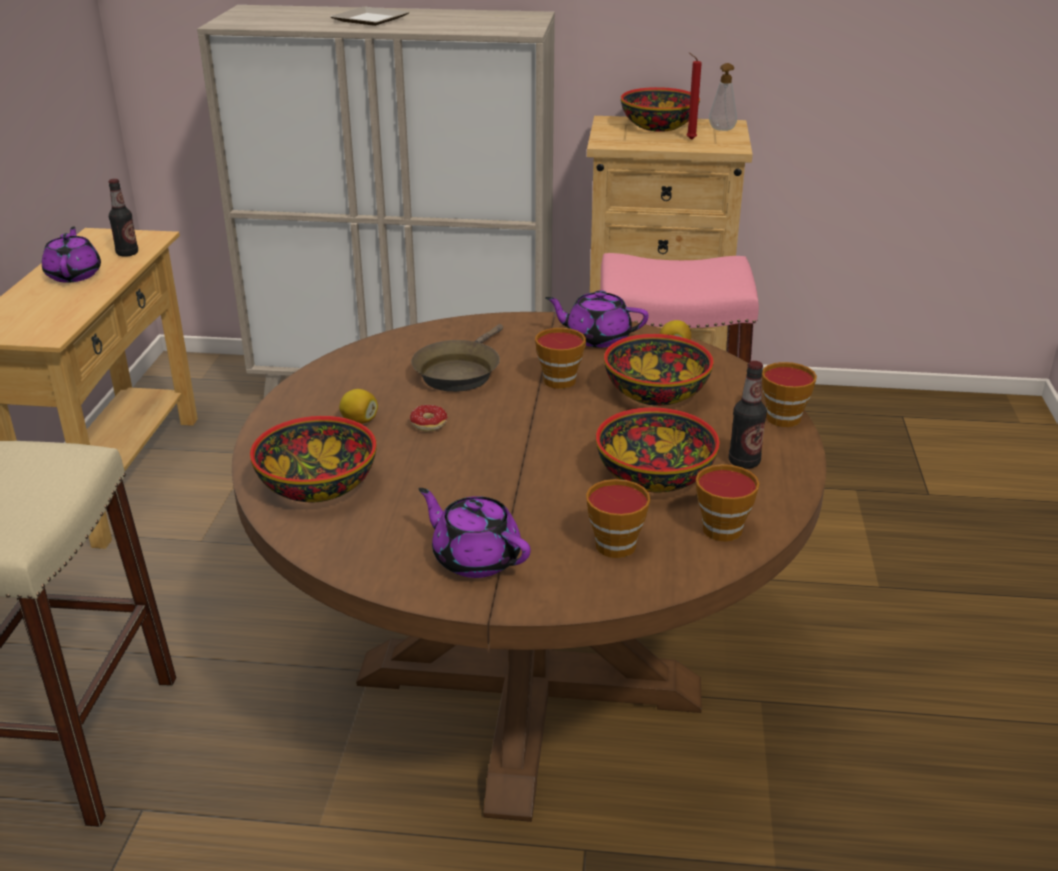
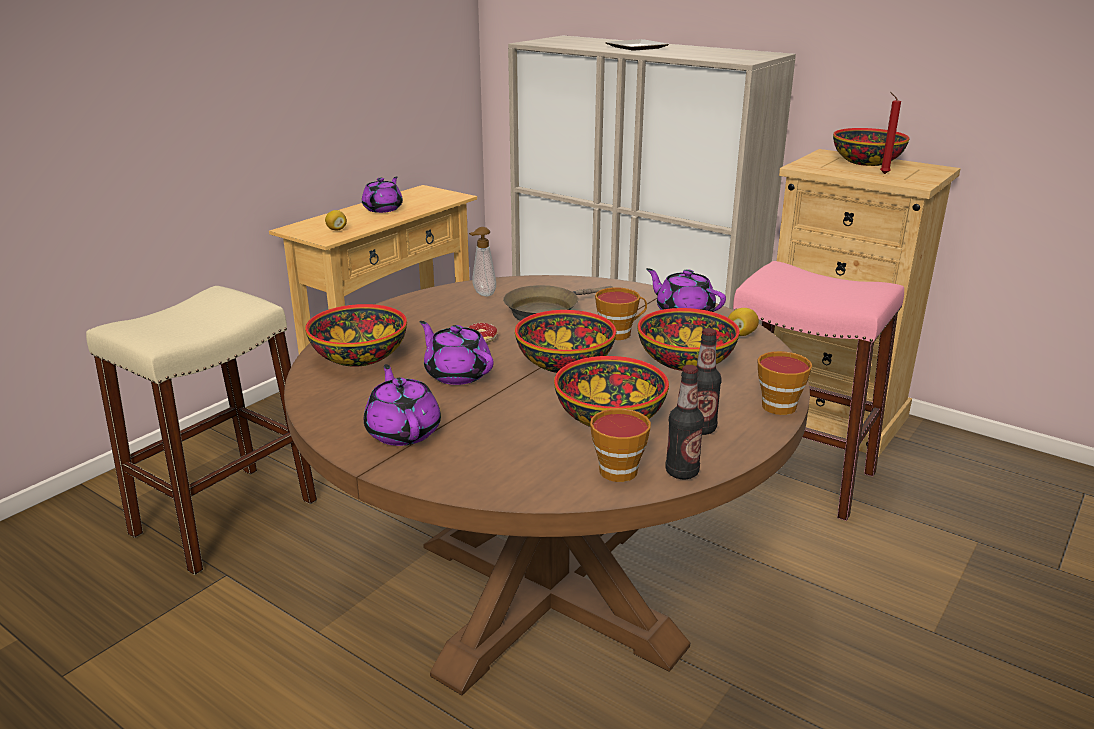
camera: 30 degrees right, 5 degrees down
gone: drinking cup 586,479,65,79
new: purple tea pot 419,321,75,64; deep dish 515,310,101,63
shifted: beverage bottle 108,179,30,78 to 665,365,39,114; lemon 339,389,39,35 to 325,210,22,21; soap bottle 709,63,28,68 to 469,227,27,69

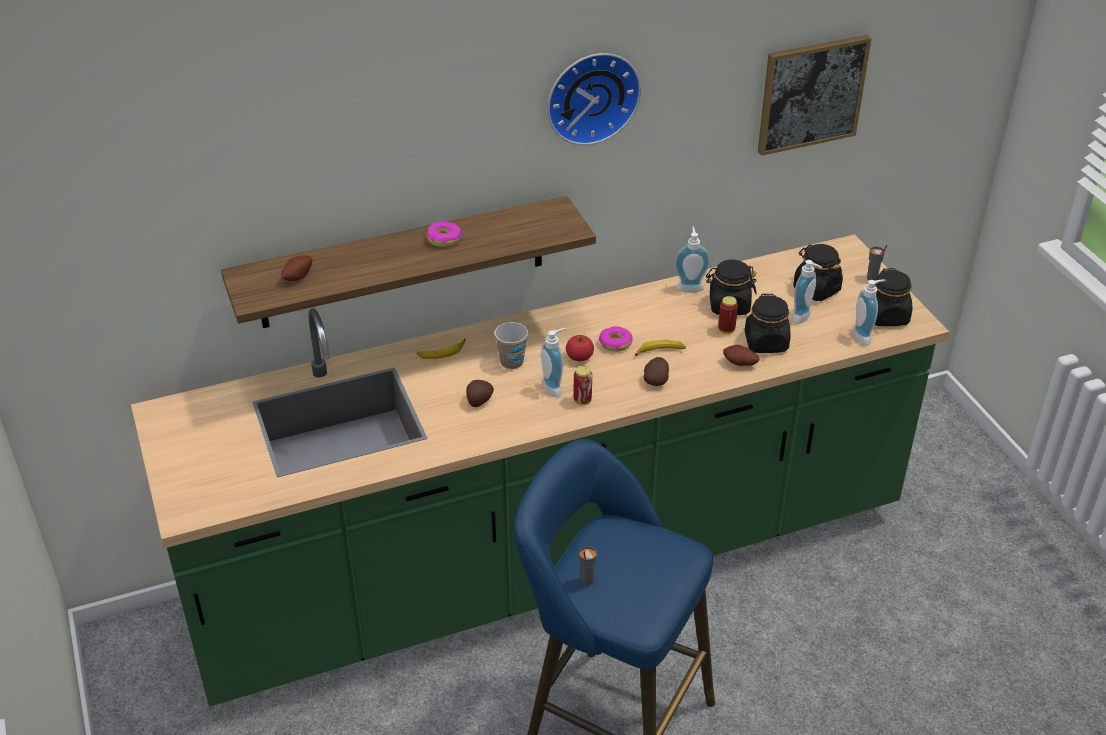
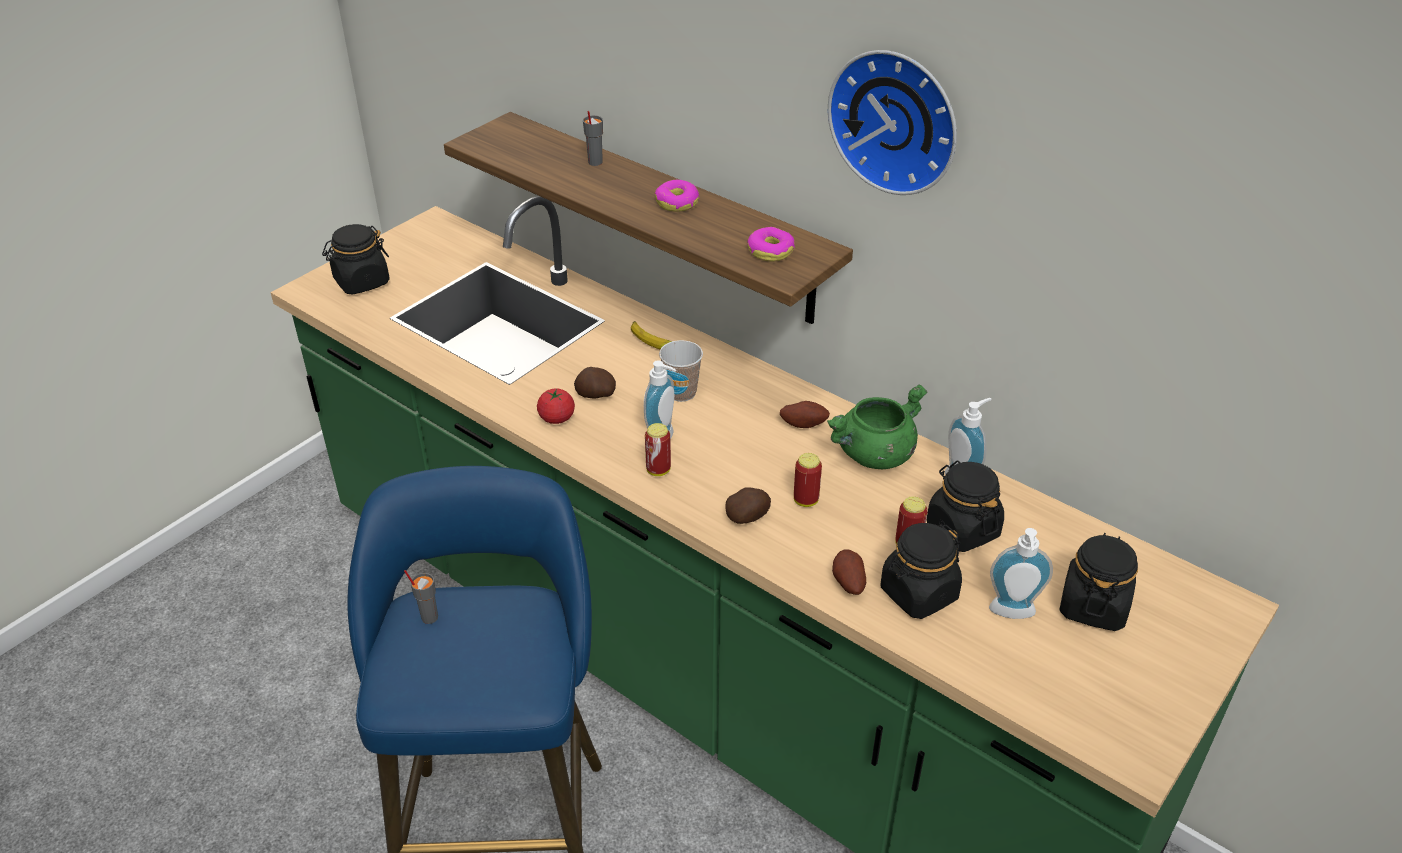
camera: 60 degrees right, 0 degrees up
gone: wall picture 758,35,114,121; soap bottle 853,279,33,67
new: greenish saucepot 827,384,101,85
shifted: potato 281,255,31,26 to 780,401,50,27; whole tomato 566,335,28,26 to 537,388,38,36; donut 599,326,33,26 to 747,227,48,34; grey drinking cup 867,245,21,36 to 583,111,20,55; blackish storage jar 875,268,37,58 to 322,224,68,70
swapped: banana 635,340,51,16 to metal can 794,453,28,54

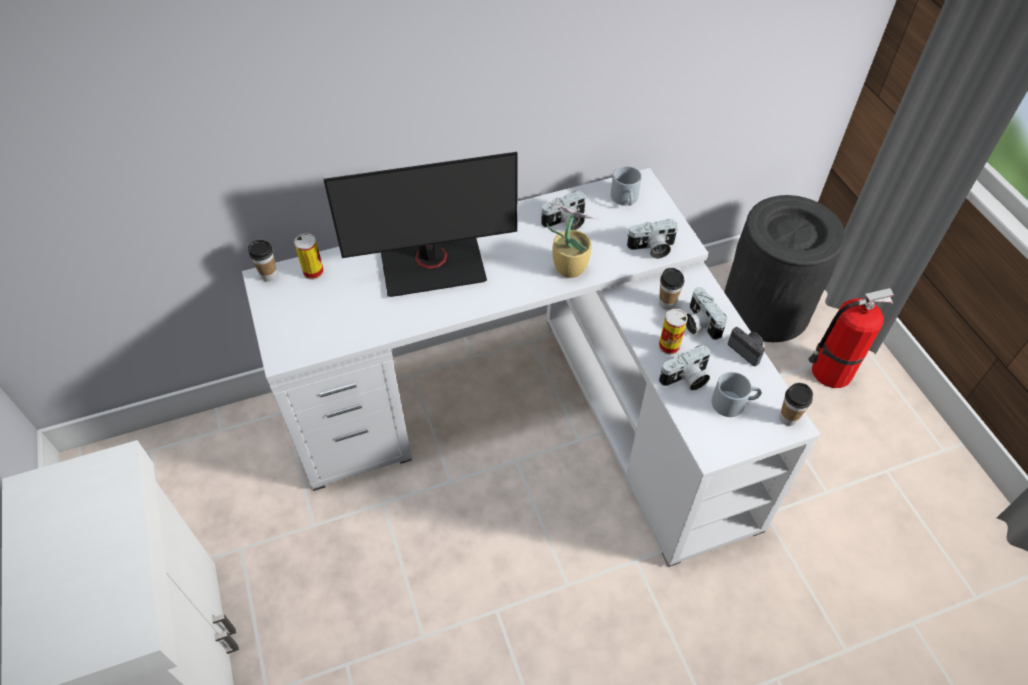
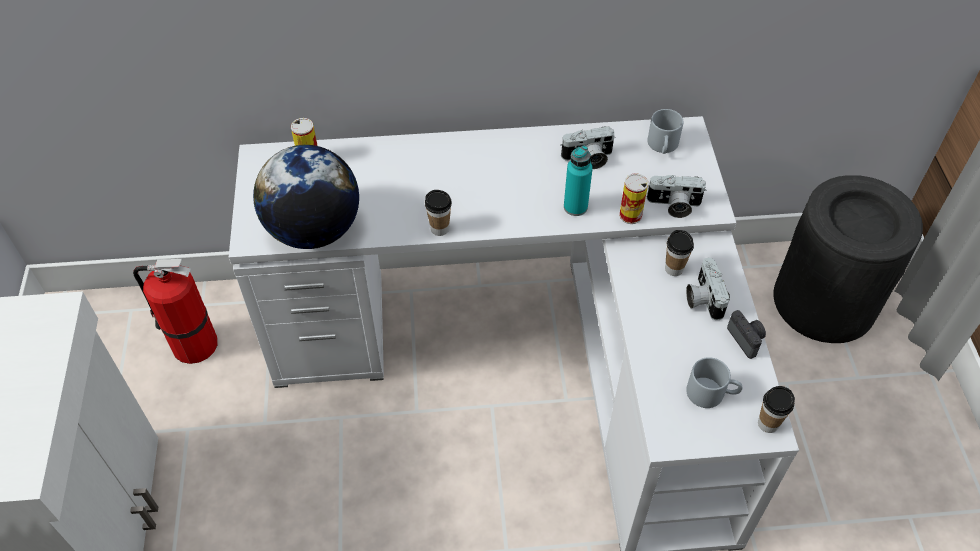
camera: 15 degrees right, 0 degrees up
gone: computer display 323,152,195,145; photo camera 659,345,52,46
new: world globe 253,145,106,104
shifted: drinking cup 248,240,30,42 to 425,190,27,46; metal can 659,309,29,46 to 619,173,29,51; extinguisher 808,288,86,100 to 133,259,85,105
swapped: houseplant 546,203,53,75 to blue-green beverage bottle 564,145,29,71

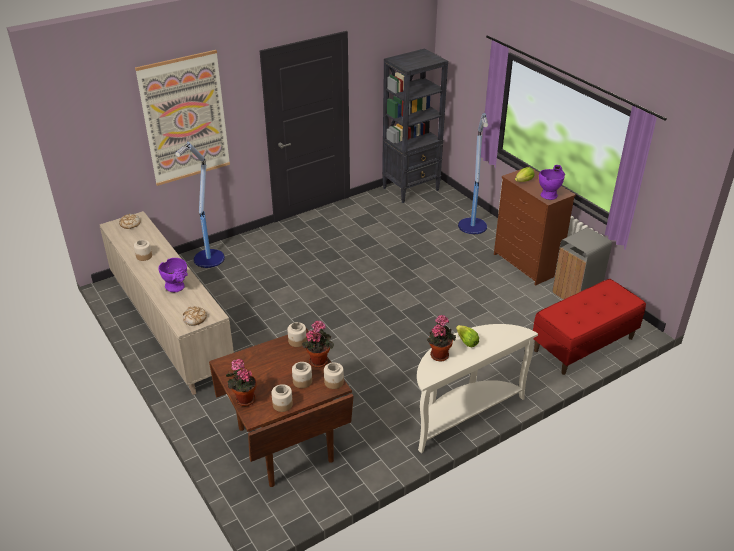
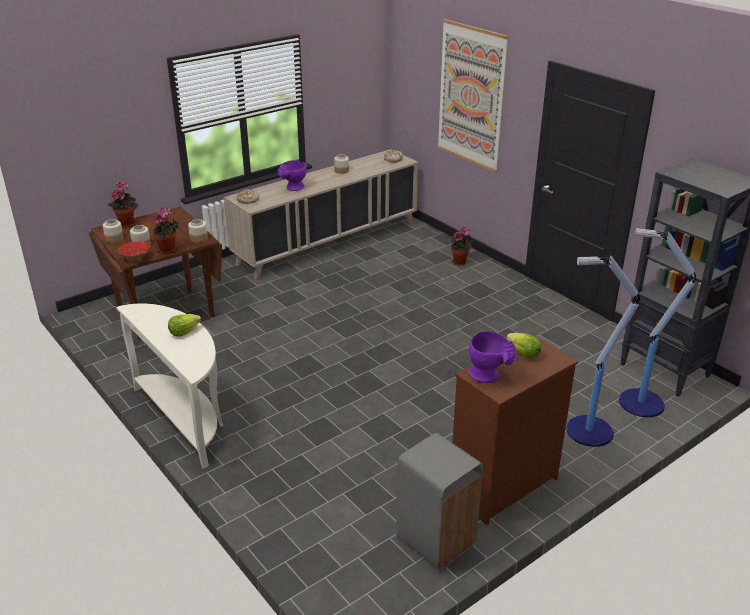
camera: 85 degrees right, 5 degrees down
gone: red long seat 533,279,113,96
shifted: standing lamp 175,142,50,126 to 619,228,77,189; houseplant 427,315,29,46 to 451,227,22,39
swapped: storage jar 324,362,20,27 to red deep dish 118,242,32,20

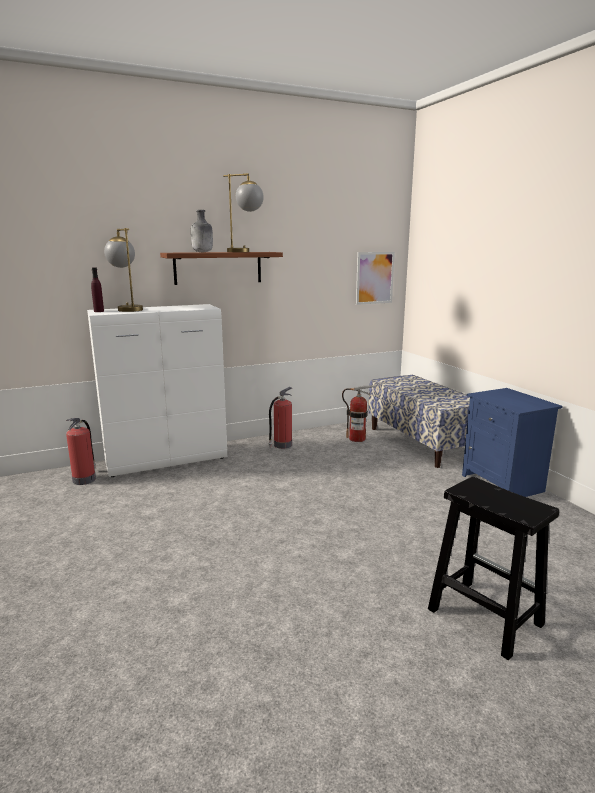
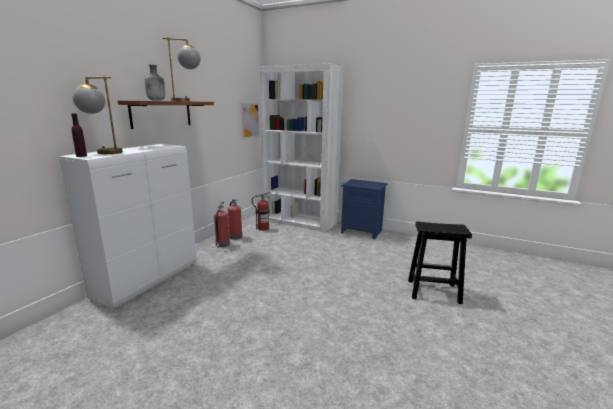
camera: 40 degrees left, 0 degrees up
shifted: extinguisher 66,418,30,67 to 228,199,14,41
swapped: long seat 368,375,102,93 to white bookshelf 259,63,85,170

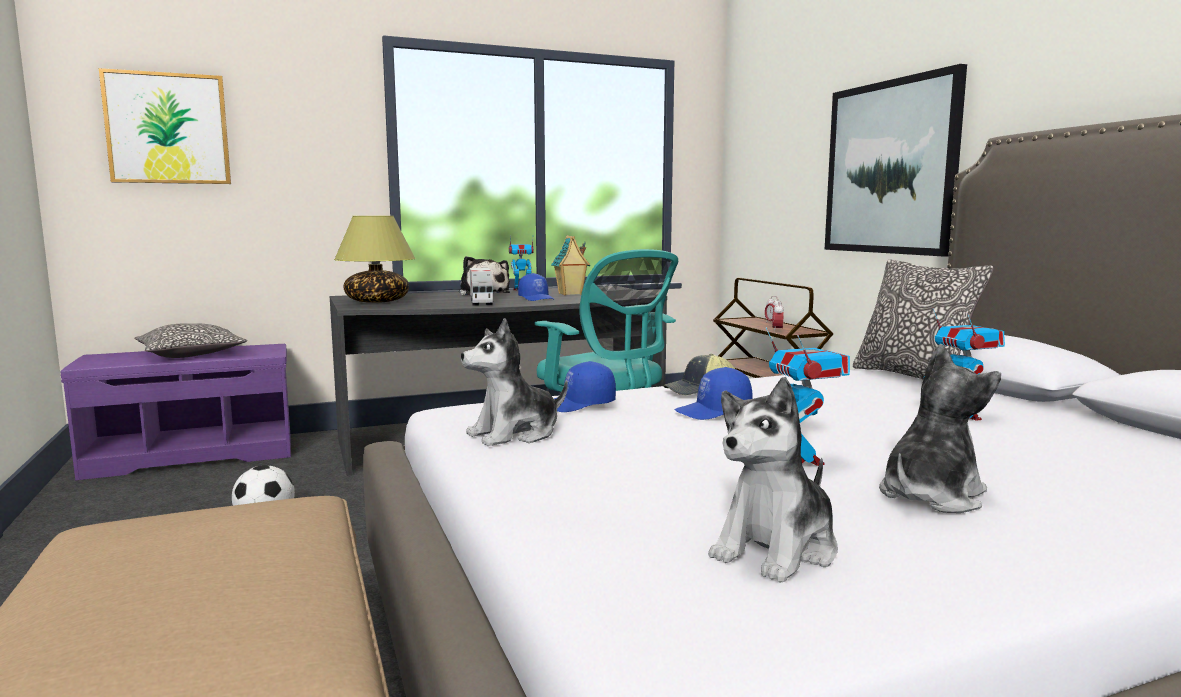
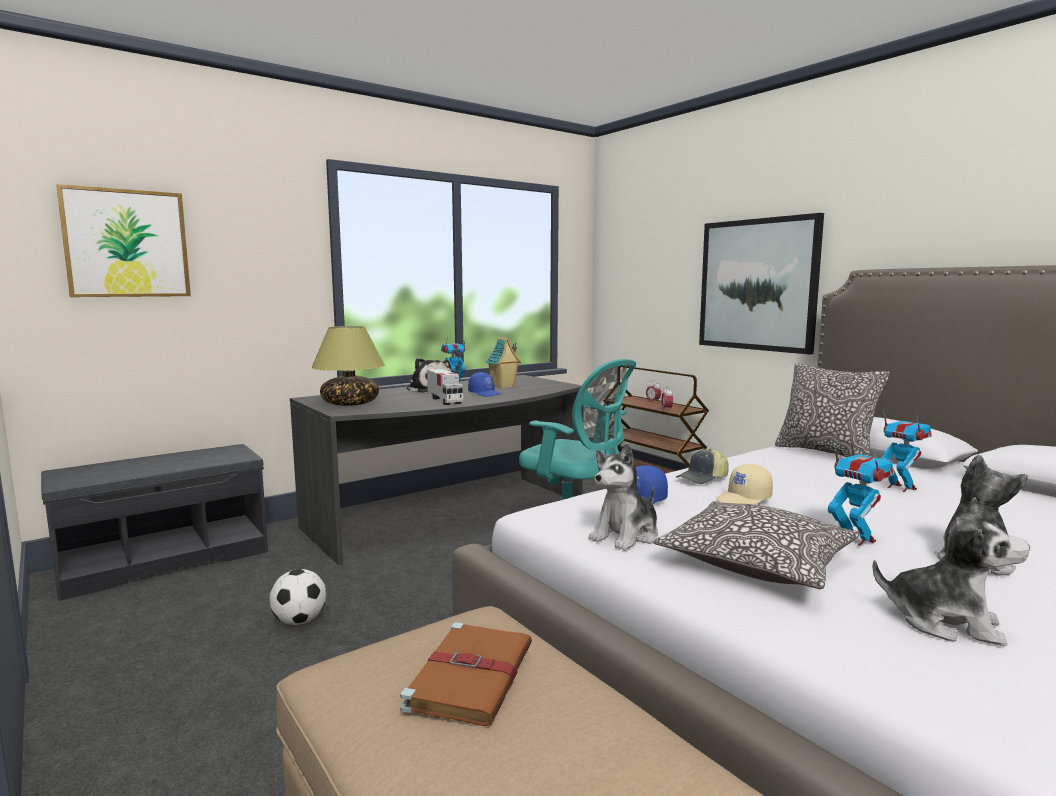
camera: 15 degrees left, 0 degrees up
new: brown bound book 400,622,132,104
shifted: pillow 134,323,113,35 to 653,501,207,88
repainted: purple long seat 61,344,230,136 to grey long seat 41,444,227,157; blue cap 674,367,78,53 to beige cap 716,464,57,41
rotated: plush toy 708,377,130,206 = 872,497,158,149 90 degrees counterclockwise

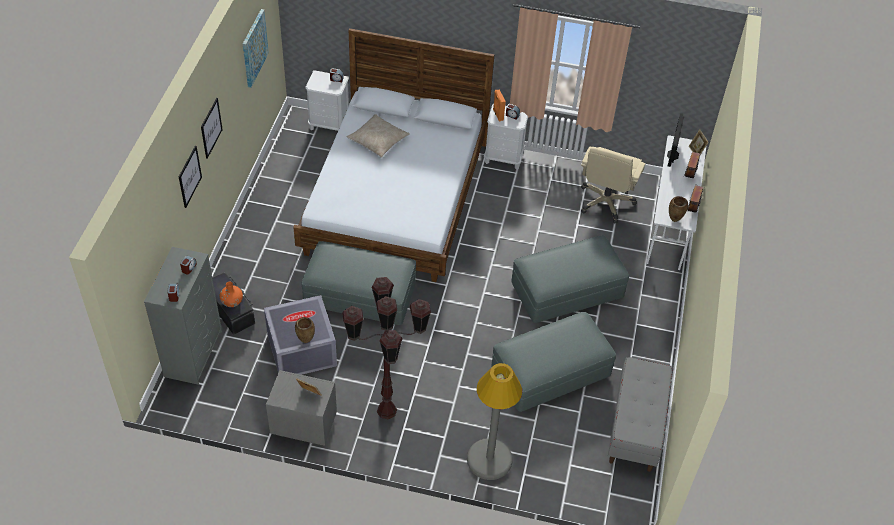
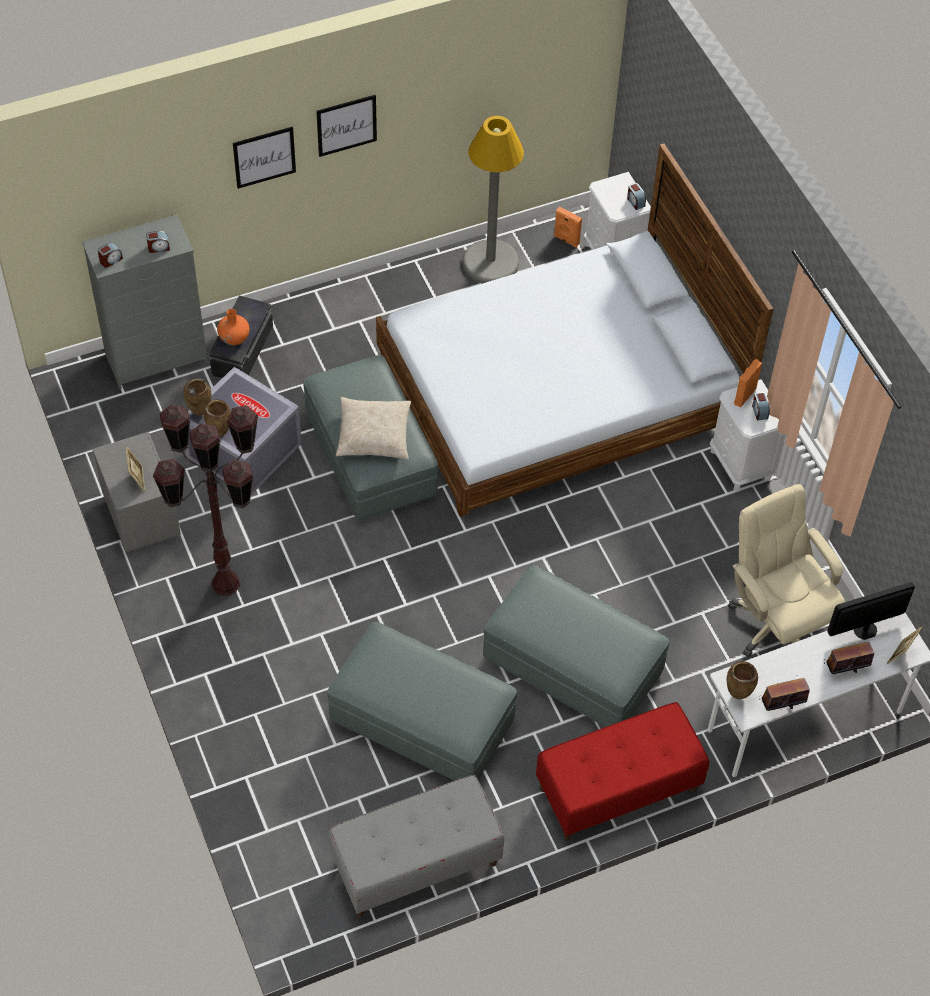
camera: 55 degrees right, 5 degrees up
gone: wall picture 243,9,26,79
new: brown flower vase 183,379,29,37; red long seat 536,702,173,139; orangey speaker 554,207,28,41
shifted: beige pillow 347,114,63,44 to 336,397,75,62; grey standing lamp 467,363,55,117 to 462,116,62,168
rotated: beige desk chair 581,147,64,77 = 728,484,117,173 75 degrees clockwise

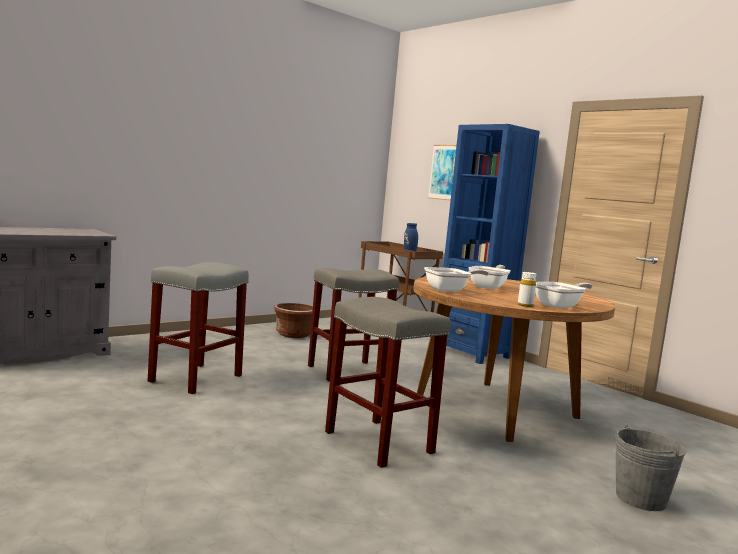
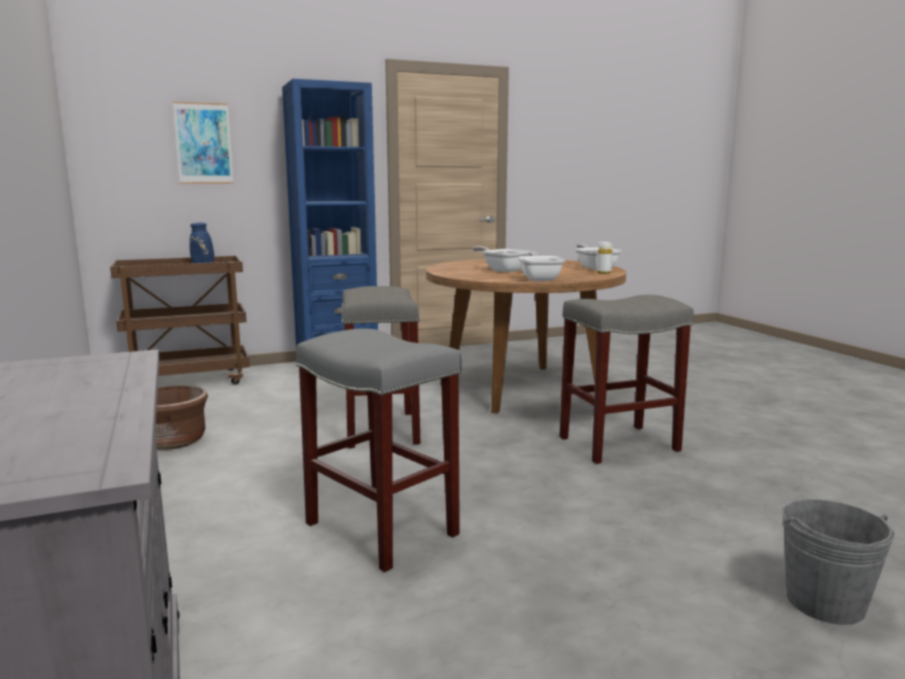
camera: 70 degrees left, 5 degrees up
shifted: grey water bucket 615,426,71,85 to 782,499,113,126

